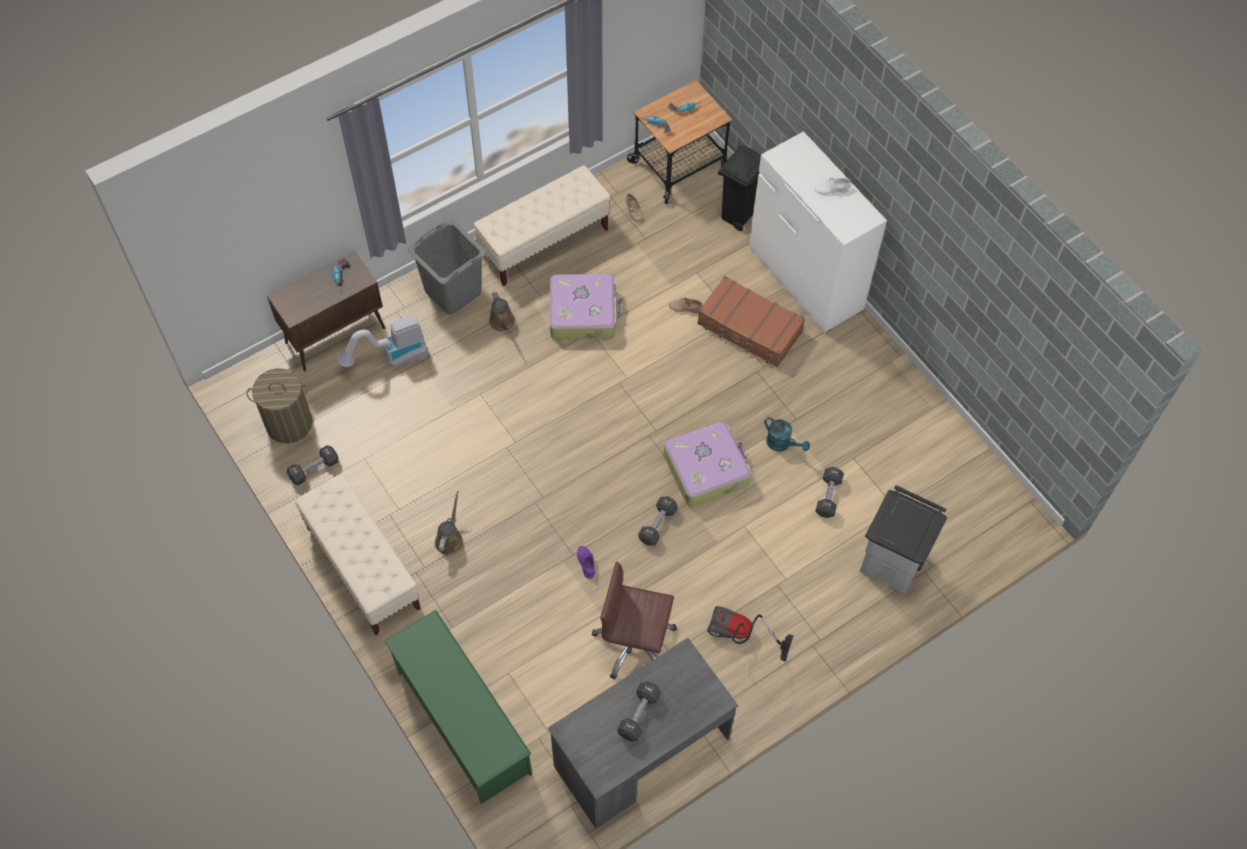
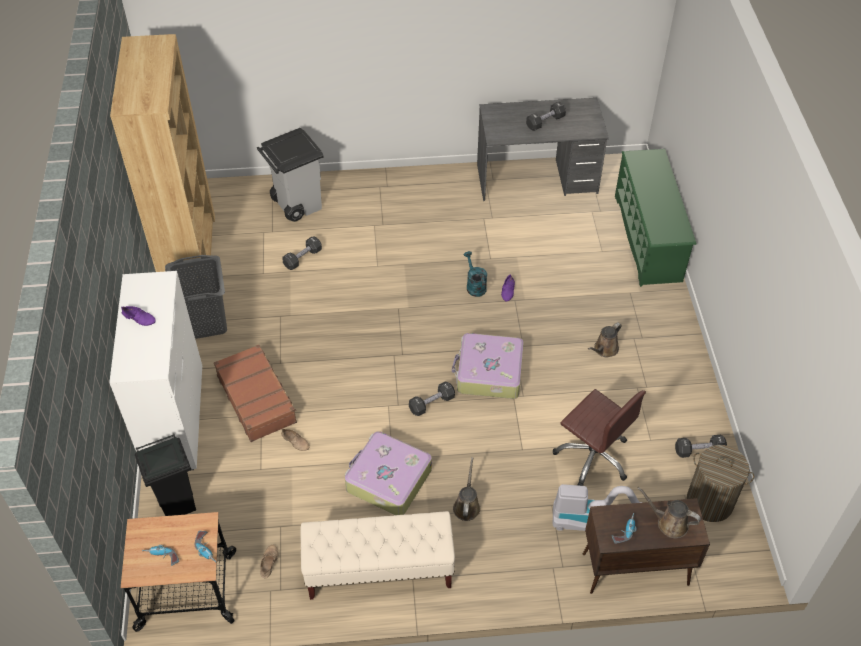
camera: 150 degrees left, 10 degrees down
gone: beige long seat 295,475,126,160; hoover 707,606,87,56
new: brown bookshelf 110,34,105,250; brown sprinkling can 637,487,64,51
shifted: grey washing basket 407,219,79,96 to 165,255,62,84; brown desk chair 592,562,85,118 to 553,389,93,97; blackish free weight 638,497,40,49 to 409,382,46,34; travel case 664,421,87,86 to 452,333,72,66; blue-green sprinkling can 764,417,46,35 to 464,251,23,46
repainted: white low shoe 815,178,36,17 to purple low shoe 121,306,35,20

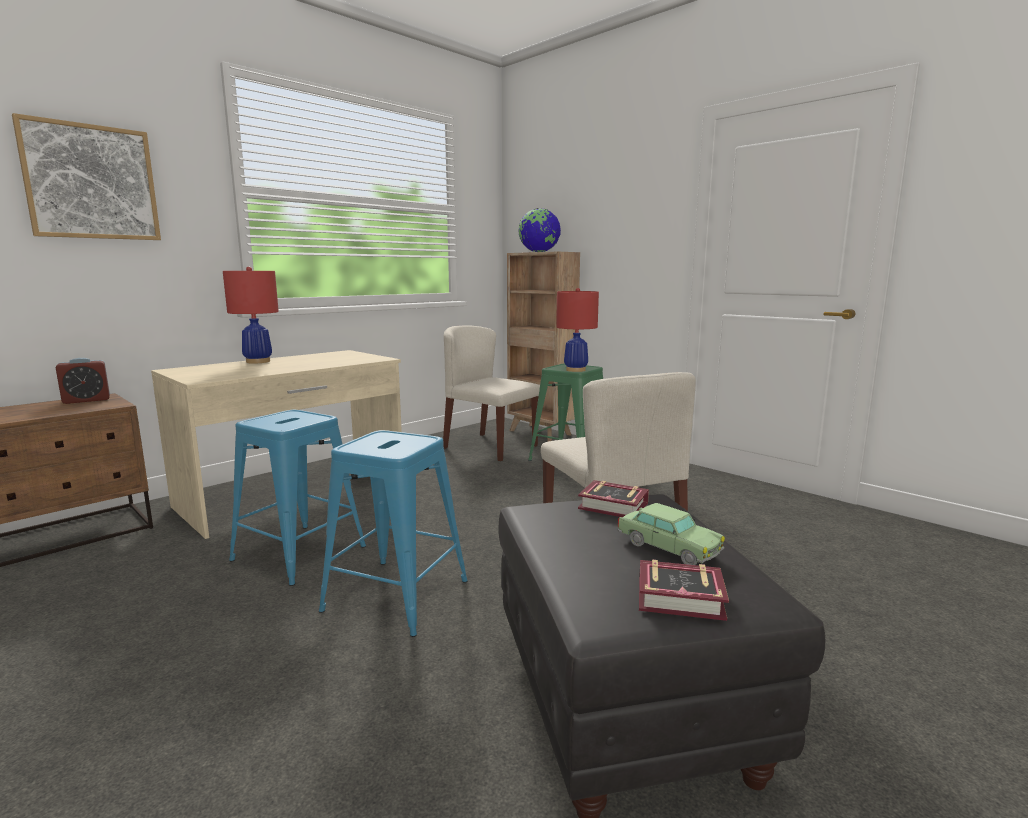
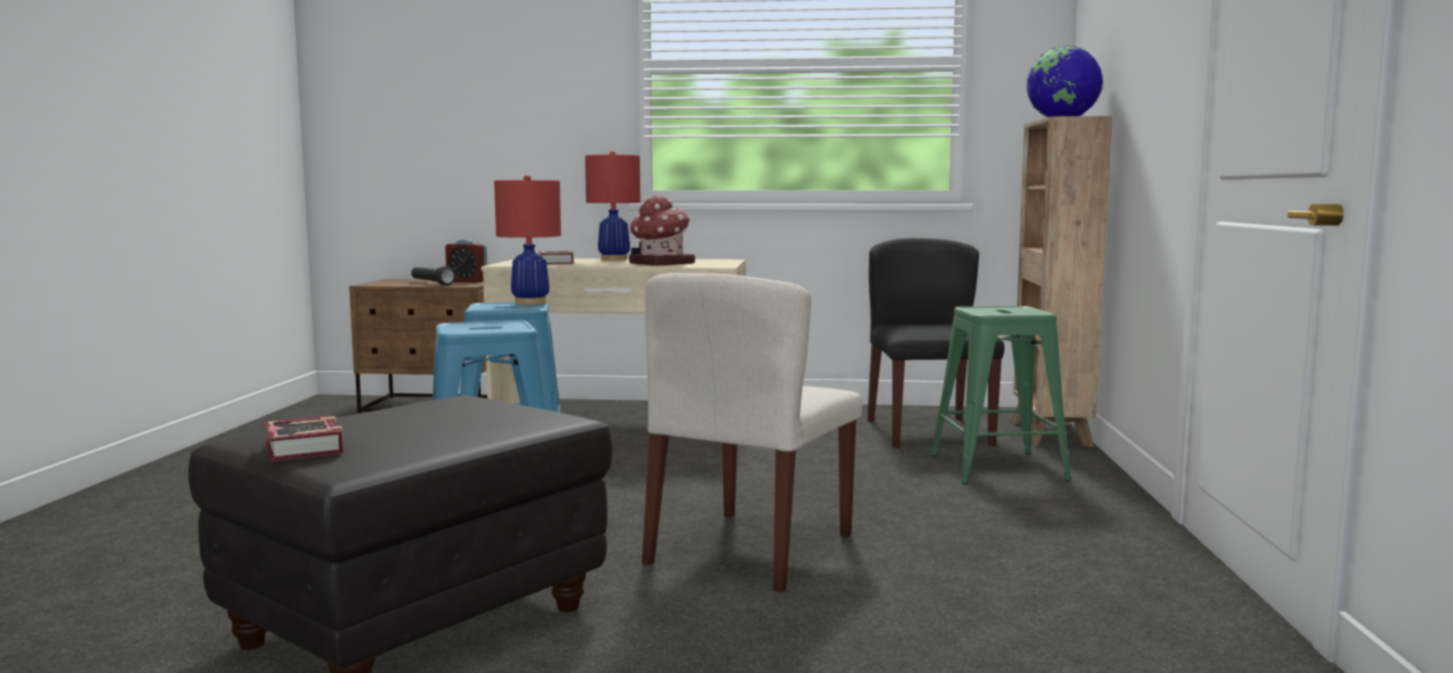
camera: 50 degrees right, 5 degrees down
gone: wall picture 12,113,149,127; model car 618,503,107,62
new: blackish hand torch 411,266,45,19; miniature house 629,196,66,70
shifted: red lamp for a table 556,288,43,84 to 494,175,67,130; bound book 578,480,71,37 to 539,250,35,14
repainted: beige chair 443,325,97,136 to blackish chair 867,238,137,210

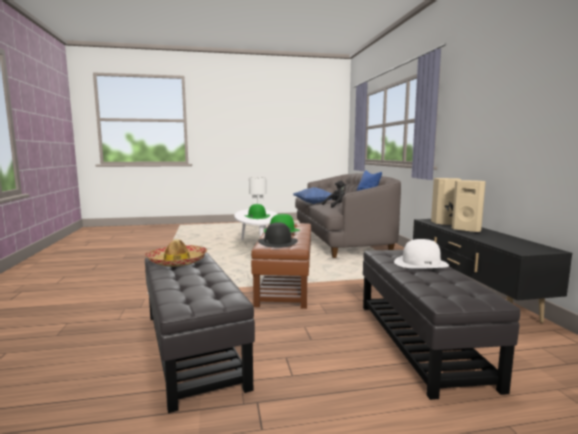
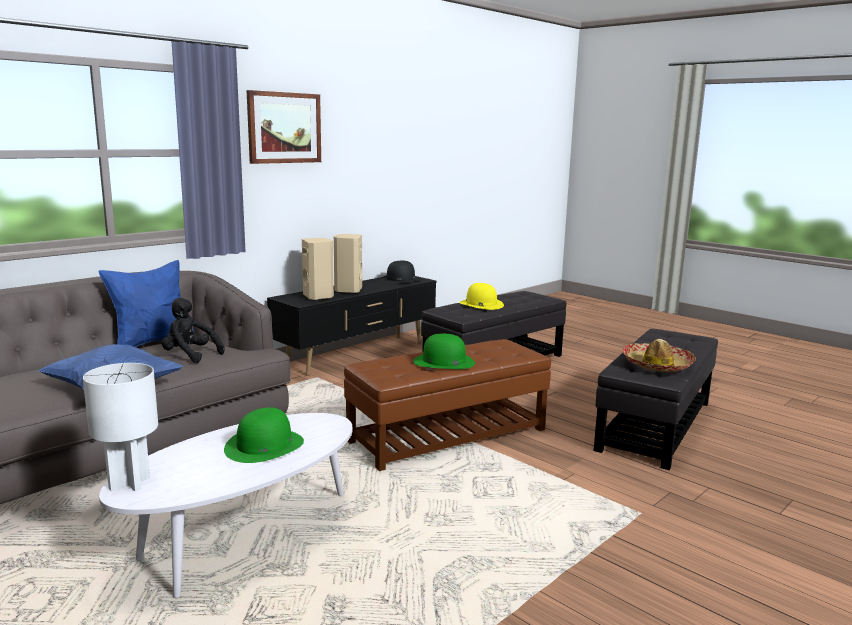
camera: 125 degrees left, 5 degrees up
new: wall picture 247,90,74,74
shifted: blackish clothing hat 258,222,40,26 to 380,261,41,23
repainted: white clothing hat 394,239,55,30 to yellowish clothing hat 459,283,45,27

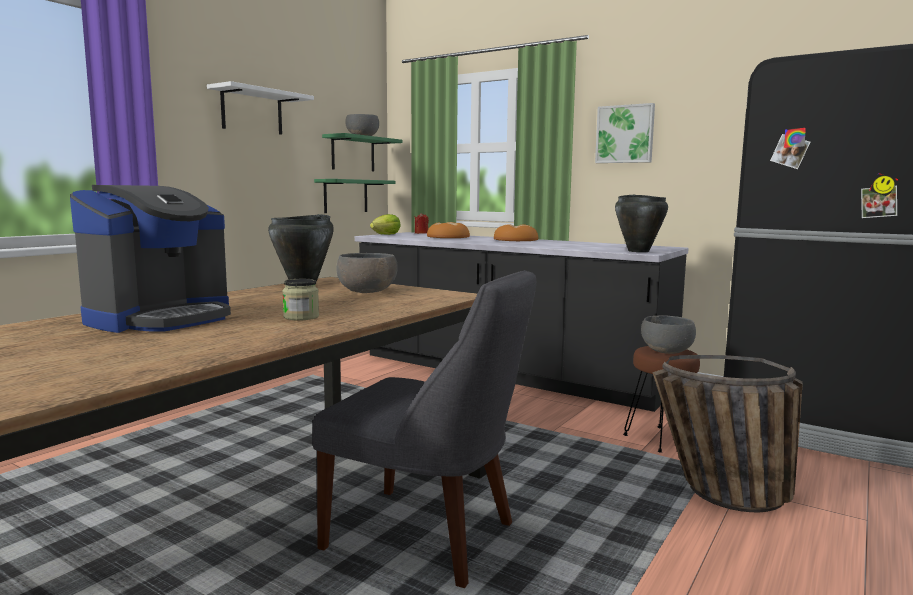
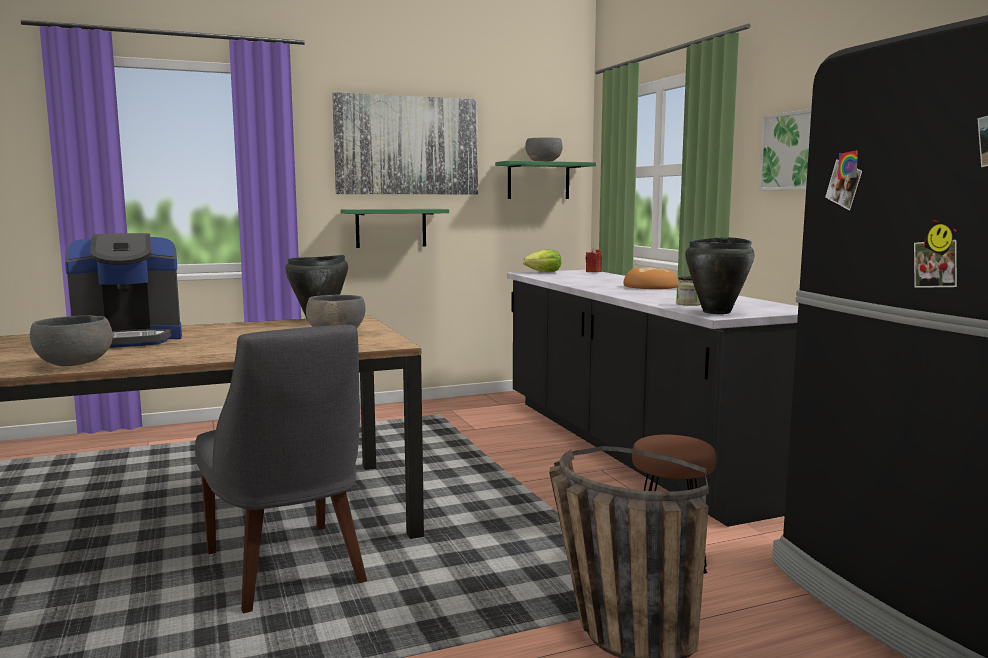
camera: 35 degrees right, 0 degrees up
gone: baked bread 427,222,43,16
shifted: storage jar 282,279,37,41 to 676,276,25,30; greenish shelf 314,179,82,34 to 341,209,108,39; grey deep dish 641,315,55,39 to 30,315,83,51
swapped: white shelf 207,81,107,54 to wall picture 332,92,146,102

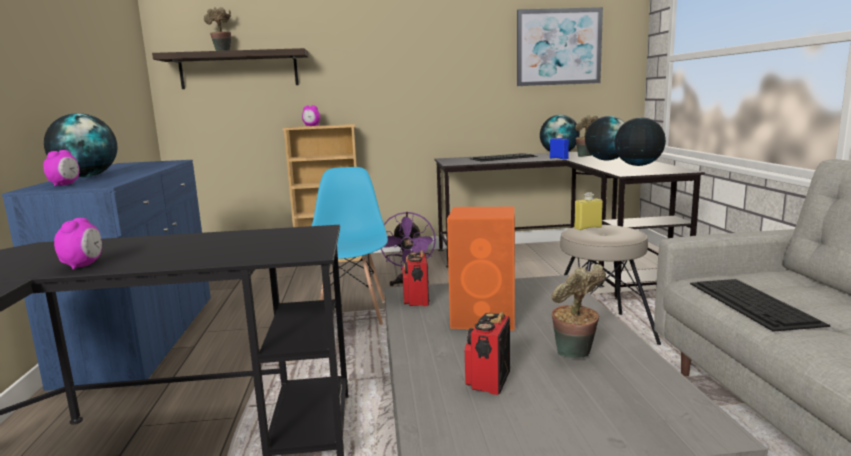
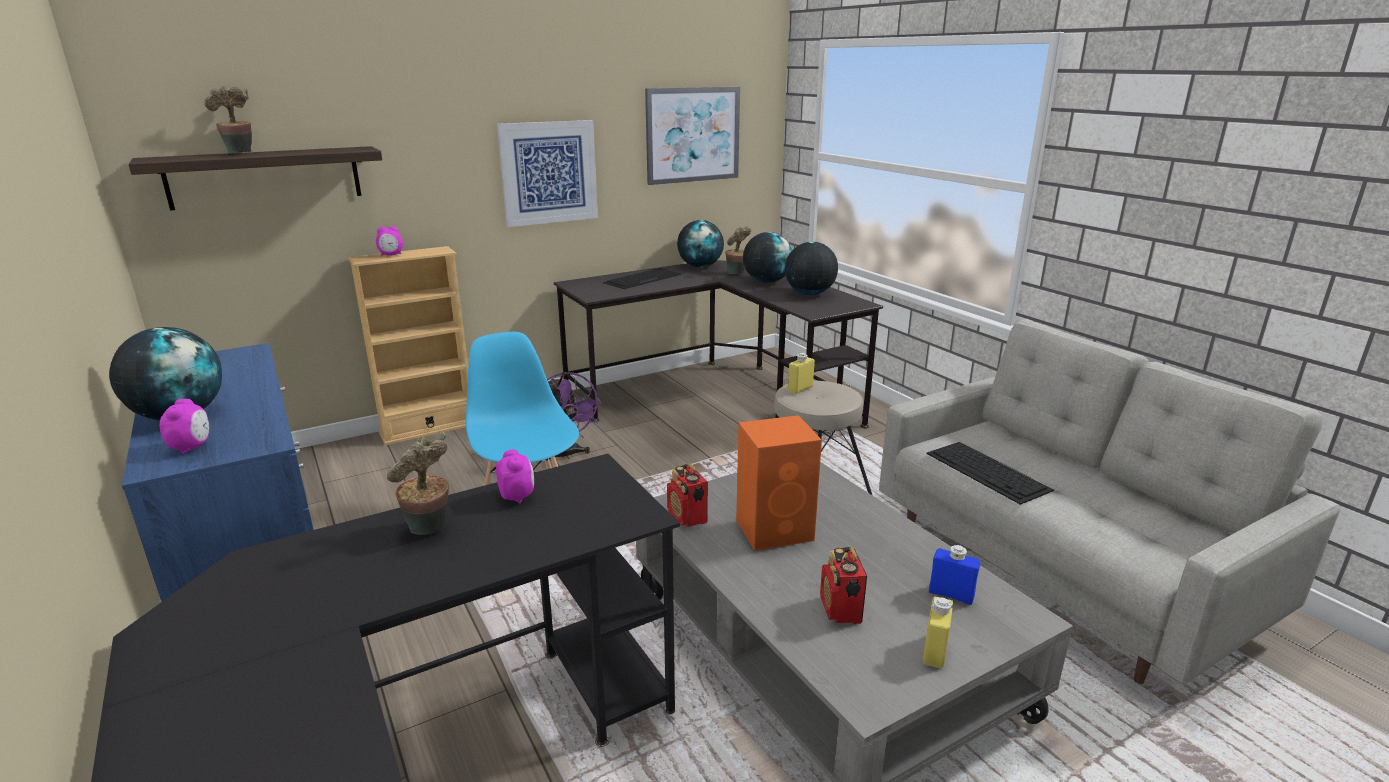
camera: 25 degrees left, 10 degrees up
new: wall picture 497,120,101,107; yellowish beverage bottle 923,597,30,71
shifted: table clock 54,218,48,52 to 496,450,38,54; blue beverage bottle 550,133,19,27 to 929,545,51,60; houseplant 551,264,55,94 to 387,431,62,104

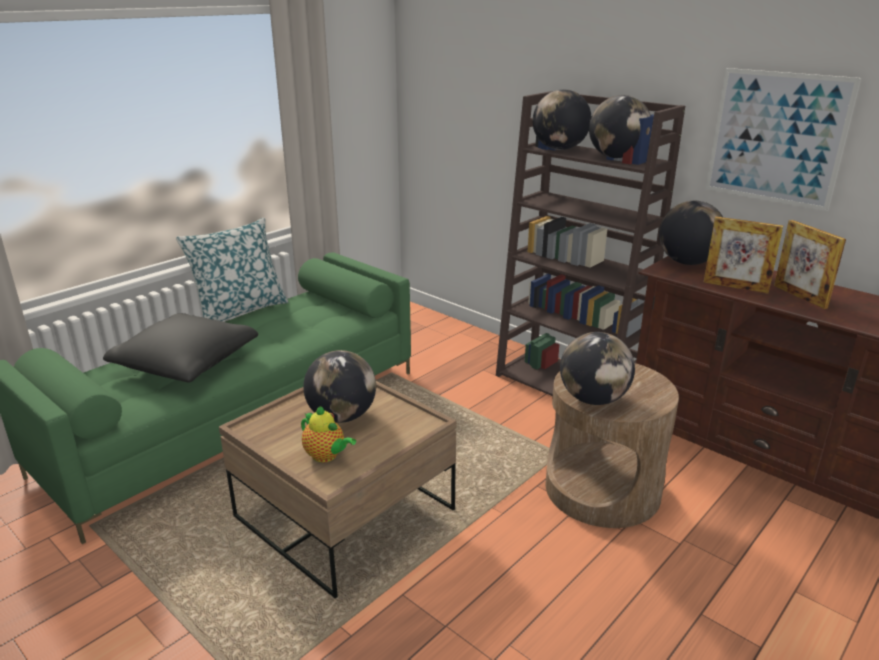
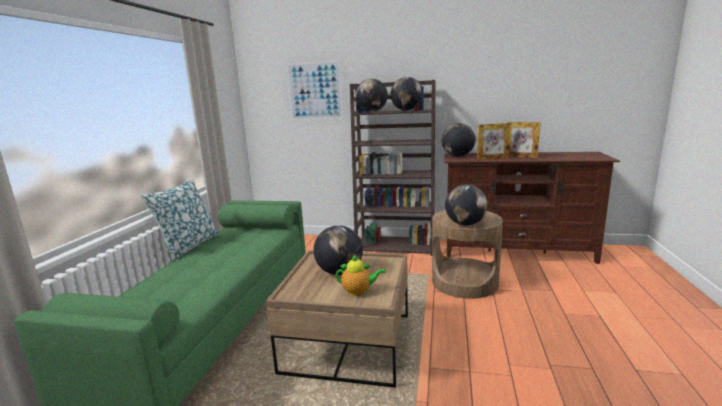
camera: 30 degrees left, 10 degrees down
gone: blackish pillow 103,313,155,70
shifted: wall picture 705,68,156,143 to 286,60,58,60

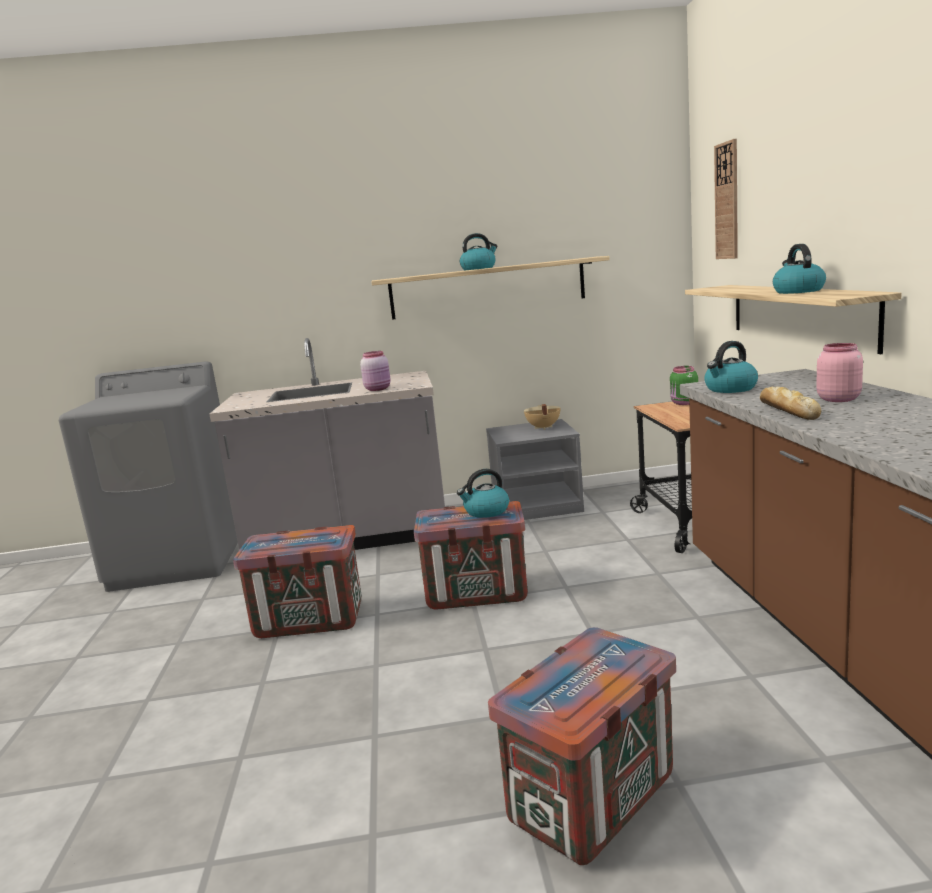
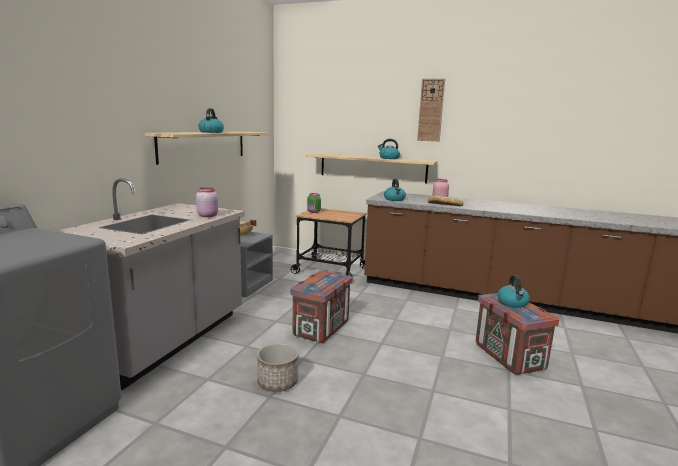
camera: 65 degrees left, 0 degrees up
shifted: kettle 457,469,52,49 to 497,275,33,33; clock on the wall 714,139,24,120 to 417,79,28,63
swapped: packing crate 233,525,129,113 to planter 257,343,41,49

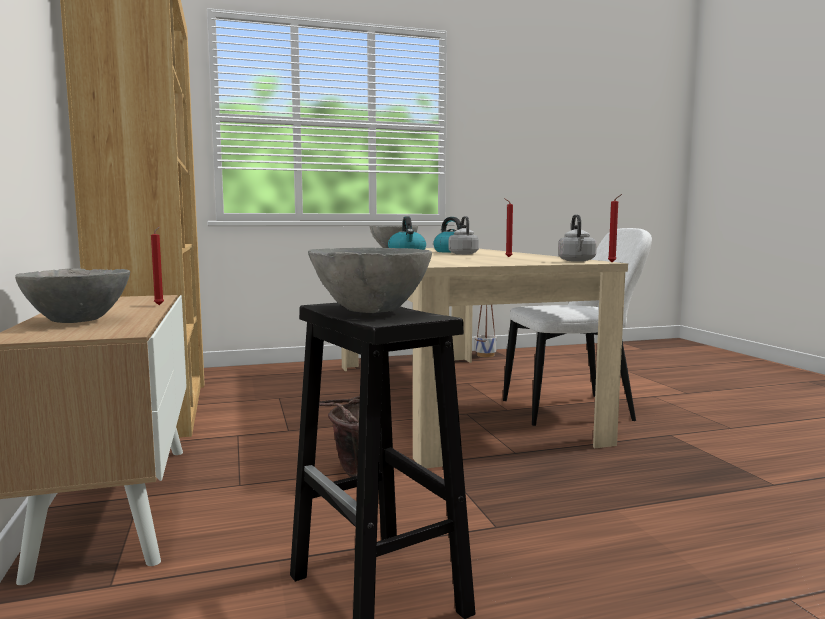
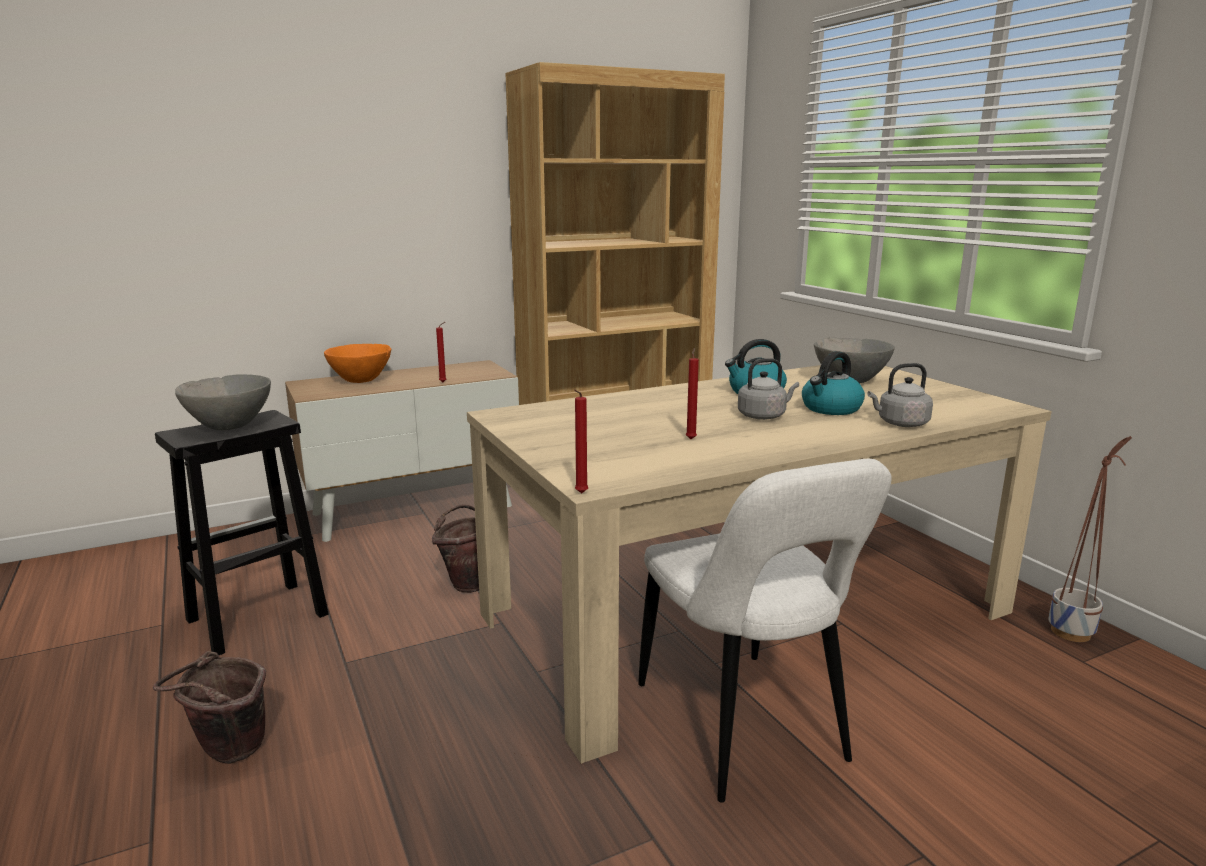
camera: 80 degrees right, 10 degrees up
new: brown water bucket 153,651,113,113
shifted: grey kettle 558,214,39,48 to 867,363,66,64
repainted: grey deep dish 15,268,115,55 to orangey deep dish 324,344,67,39

